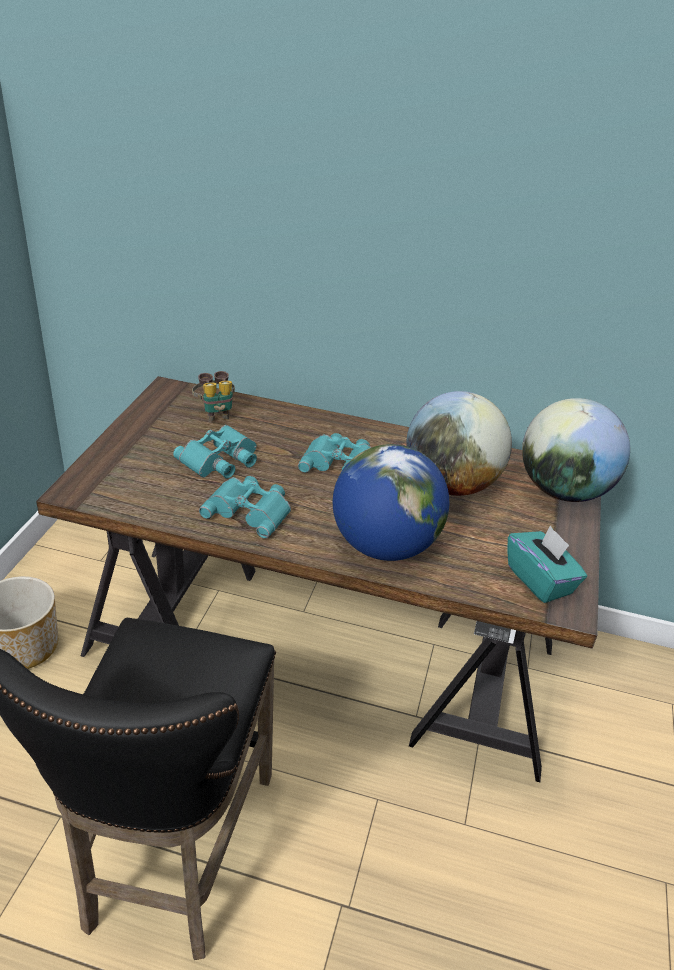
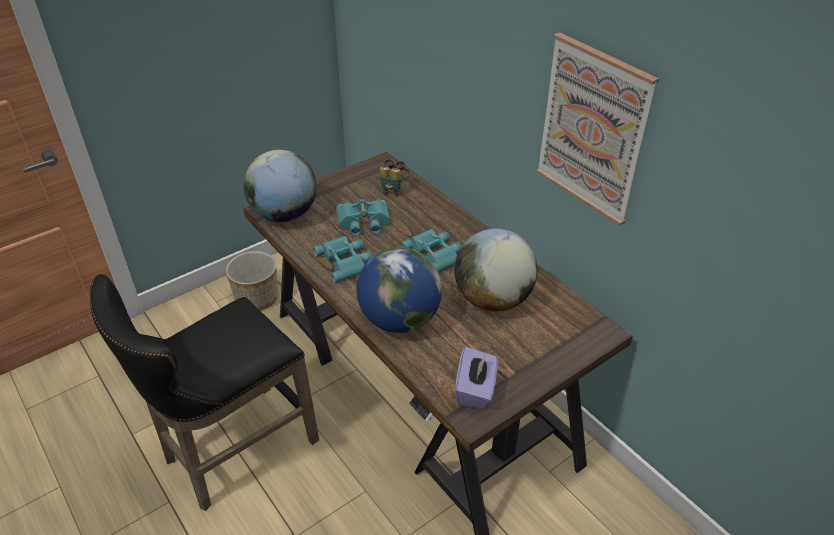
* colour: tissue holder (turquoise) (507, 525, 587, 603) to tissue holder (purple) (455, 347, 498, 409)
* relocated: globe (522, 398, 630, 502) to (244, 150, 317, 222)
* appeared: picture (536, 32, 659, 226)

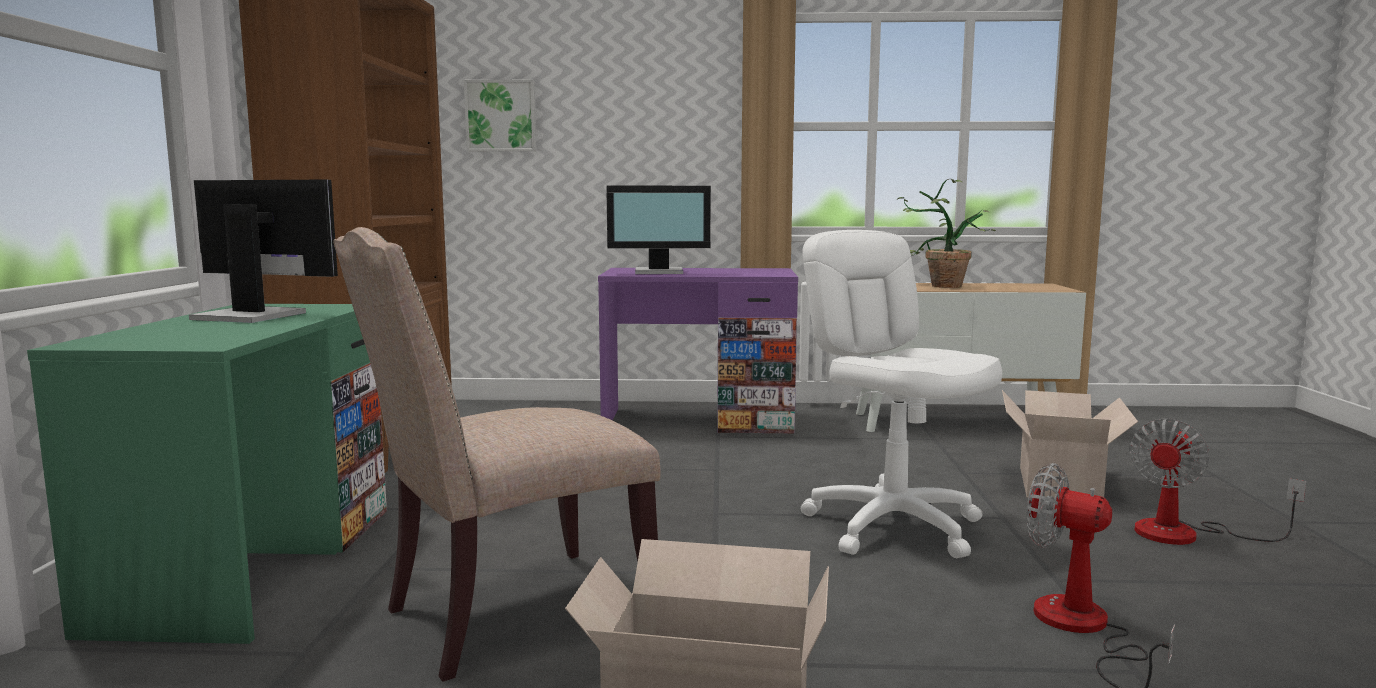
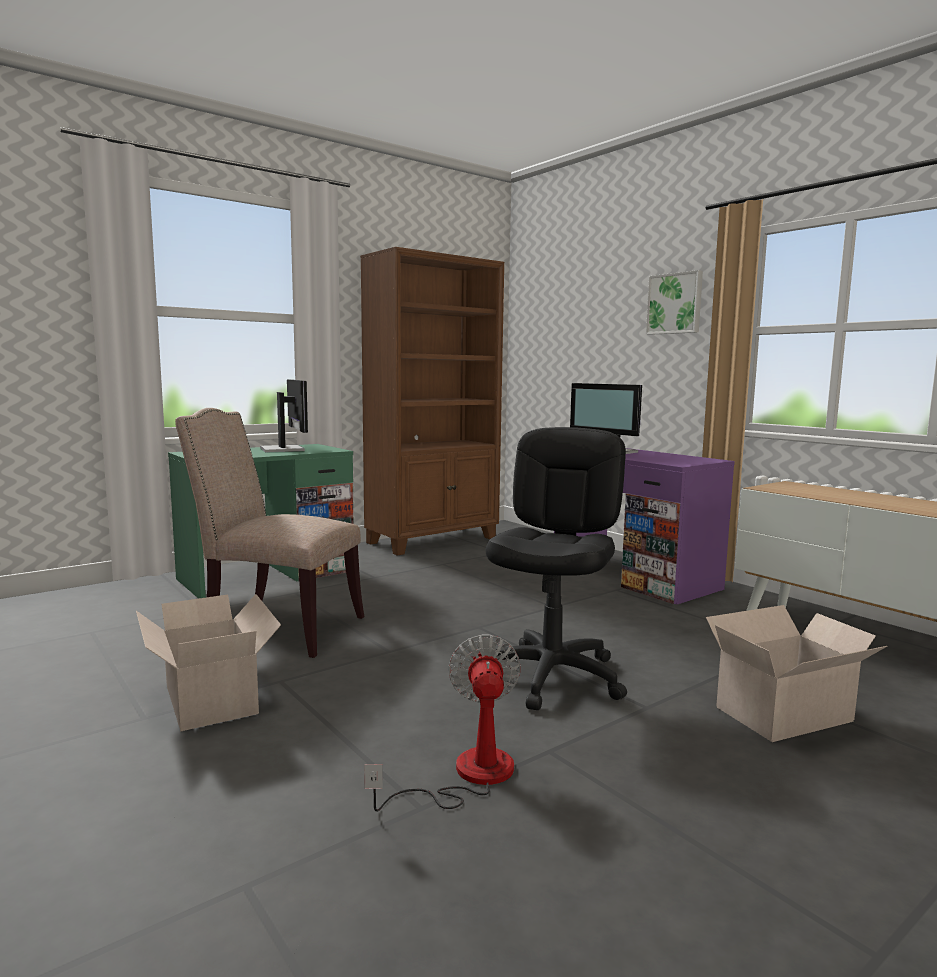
* relocated: picture (464, 80, 537, 151) to (646, 270, 703, 335)
* colour: computer chair (white-coloured) (800, 230, 1002, 558) to computer chair (black) (486, 427, 627, 710)
* missing: potted plant (897, 179, 996, 288)
* missing: fan (1129, 418, 1306, 545)

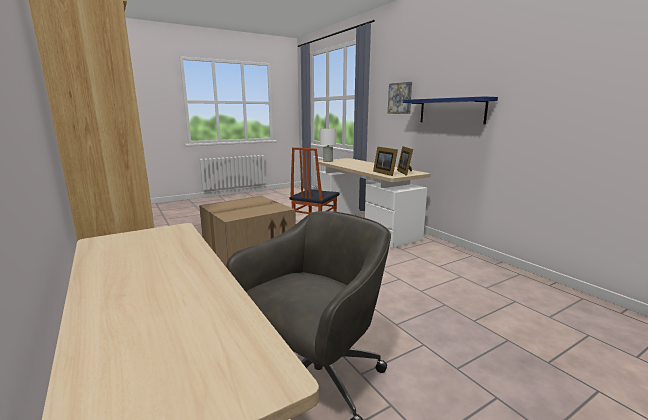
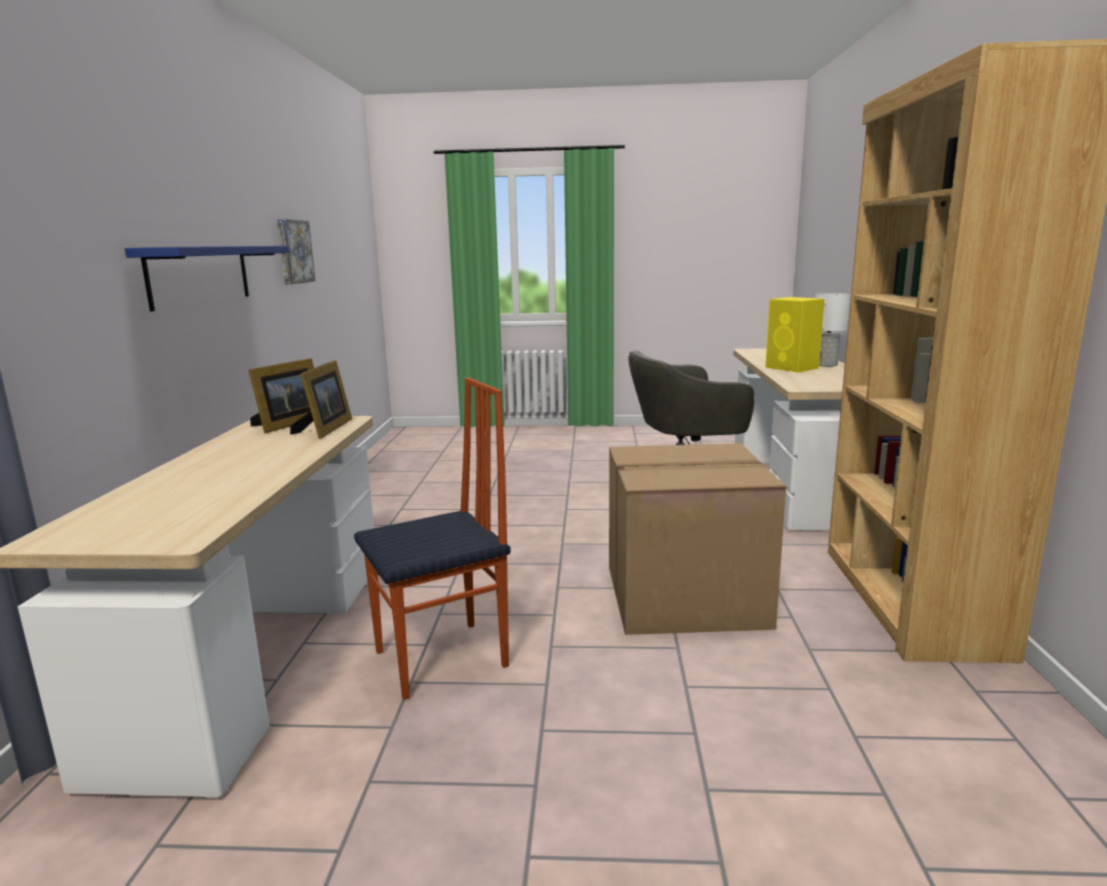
* relocated: lamp for a table (white-coloured) (320, 128, 336, 162) to (813, 293, 851, 367)
* relocated: picture (388, 82, 412, 114) to (277, 219, 316, 285)
* appeared: speaker (yellowish) (765, 297, 825, 373)

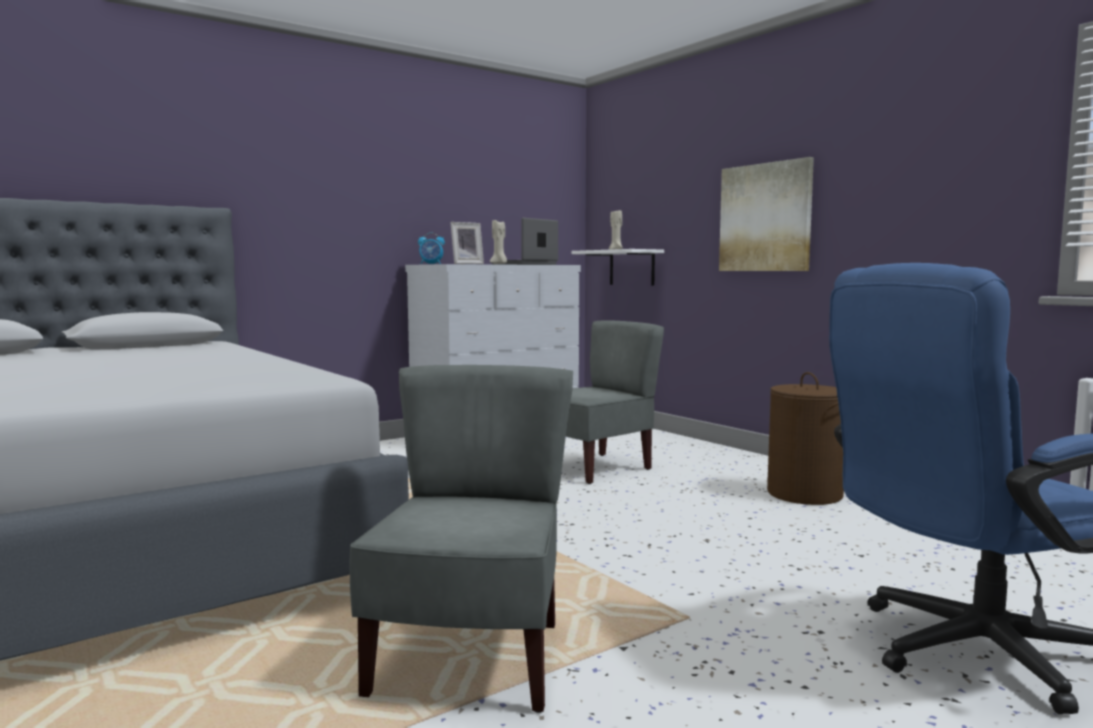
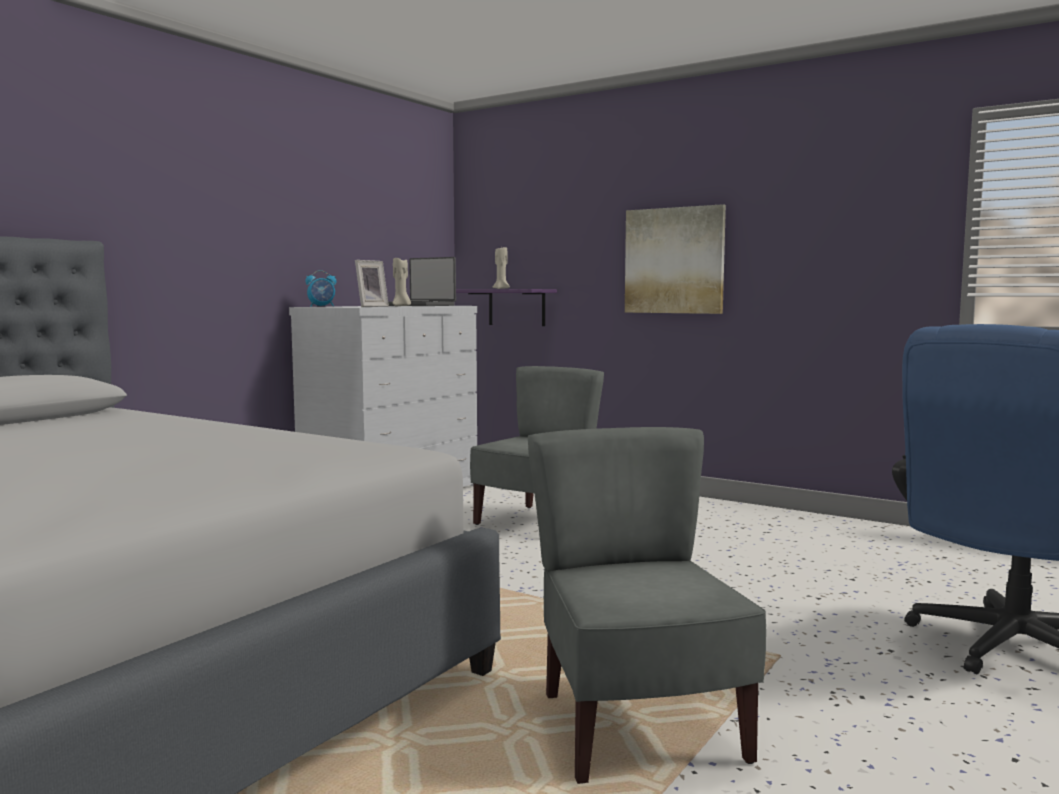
* spun: notebook computer (492, 218, 558, 265) = (388, 257, 456, 306) 75 degrees counterclockwise
* colour: shelf (white-coloured) (571, 249, 664, 286) to shelf (purple) (456, 289, 557, 326)
* missing: hamper (brown) (767, 372, 844, 505)

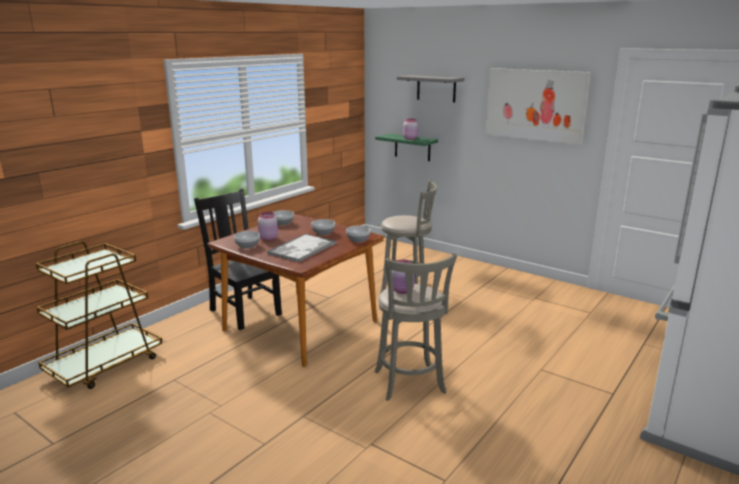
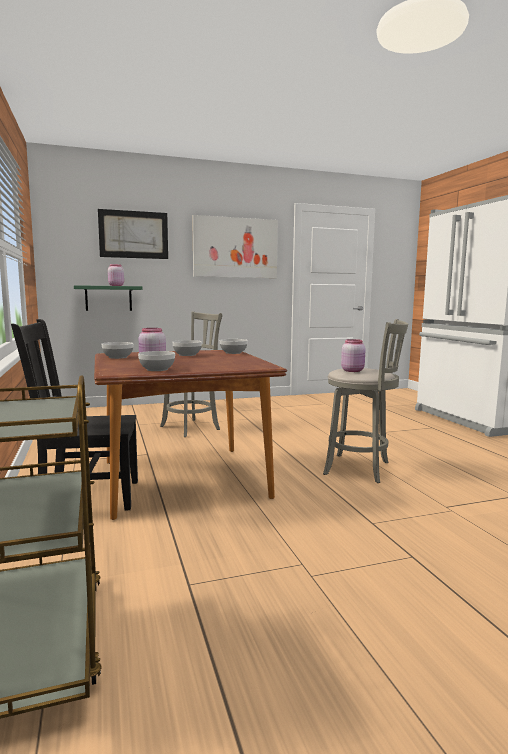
* missing: carrying tray (267, 234, 337, 262)
* exchanged: shelf (gray) (397, 75, 464, 103) to picture (98, 209, 168, 259)

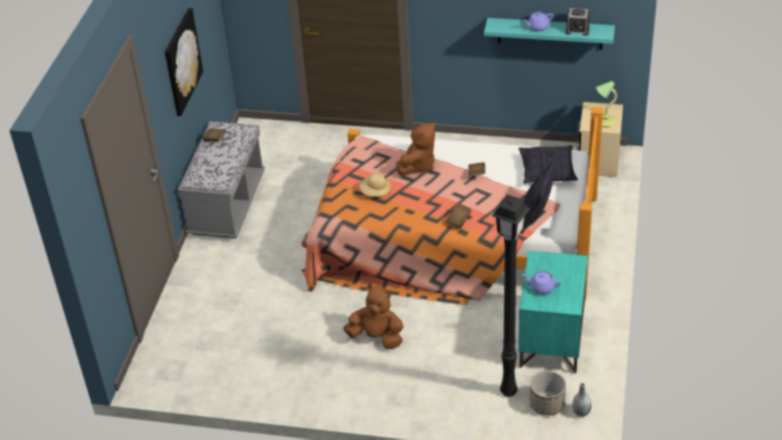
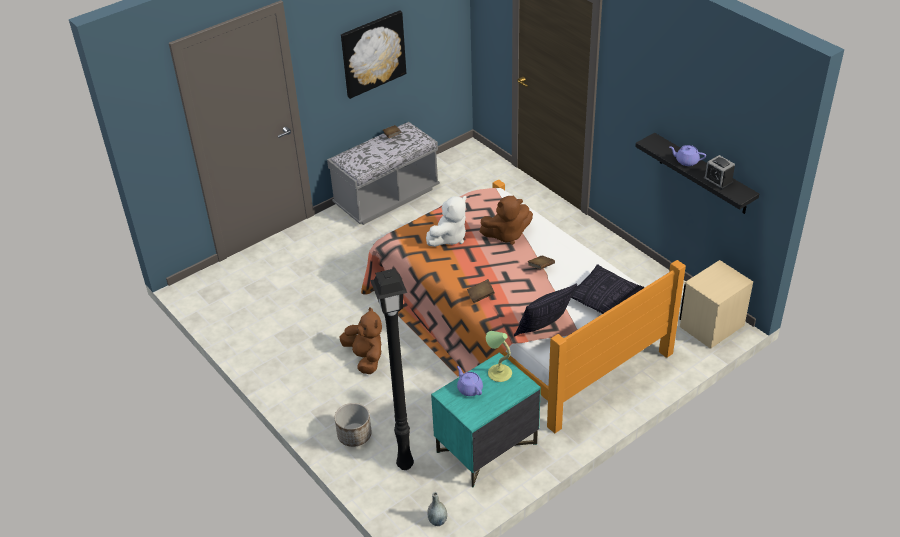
* exchanged: wearable hat (beige) (360, 173, 391, 197) to plush toy (white-coloured) (426, 196, 466, 247)
* colour: shelf (turquoise) (484, 18, 615, 50) to shelf (black) (635, 133, 759, 214)
* relocated: plant pot (529, 371, 566, 415) to (335, 403, 372, 447)
* relocated: lamp for a table (596, 81, 617, 127) to (486, 331, 512, 382)

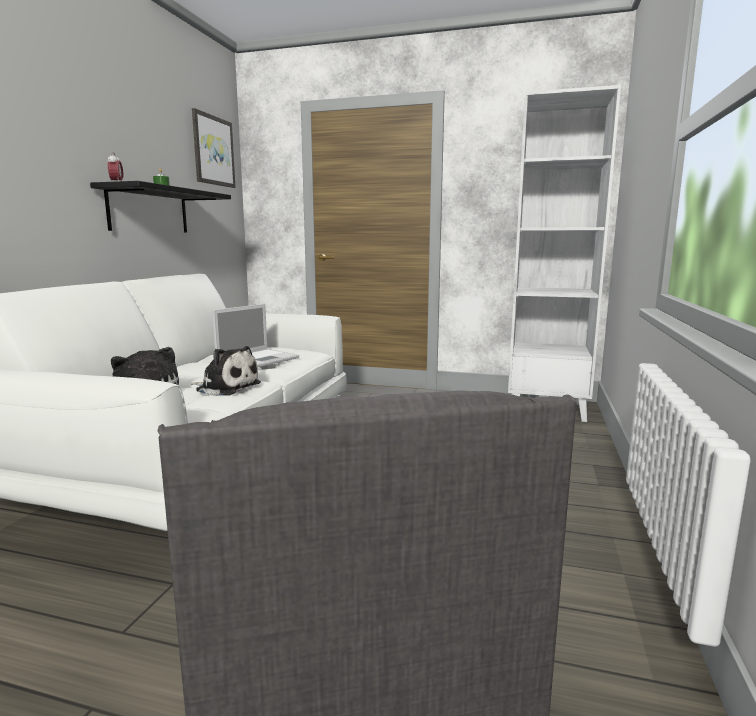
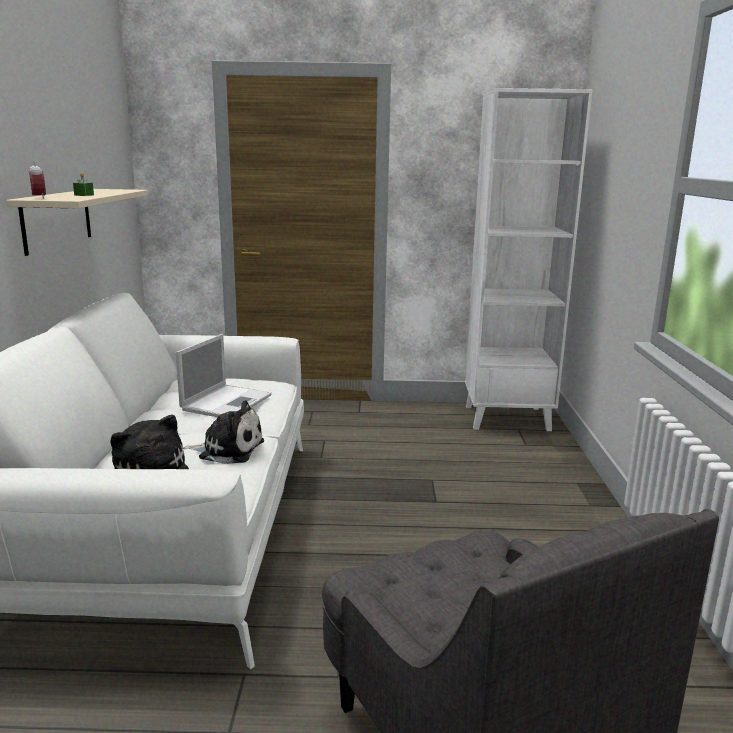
* colour: shelf (black) (90, 181, 231, 233) to shelf (beige) (6, 189, 148, 256)
* missing: picture (192, 108, 236, 188)

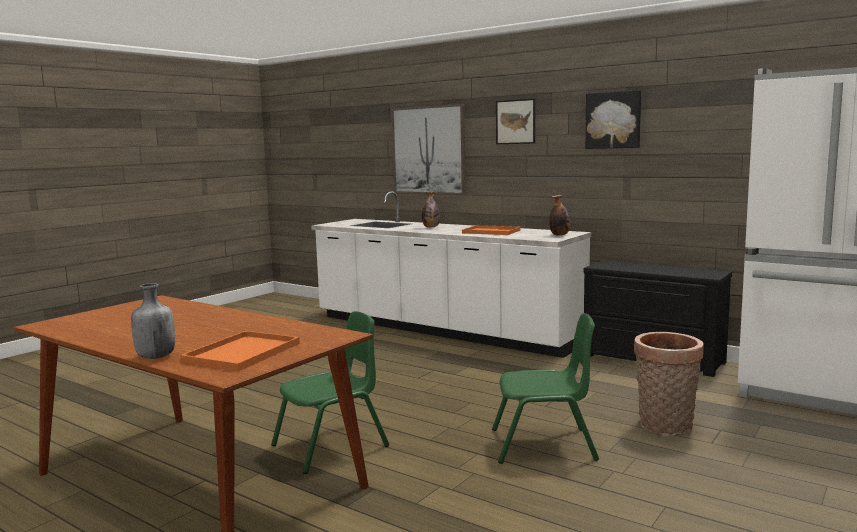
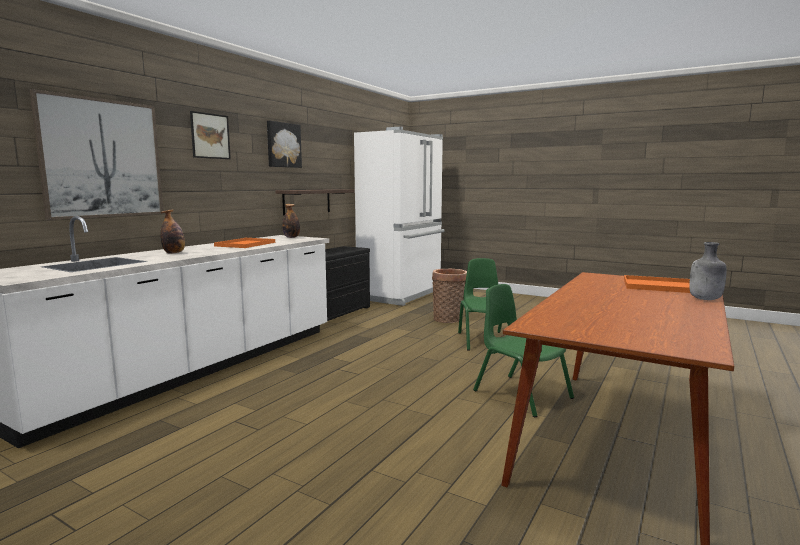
* appeared: shelf (275, 189, 354, 216)

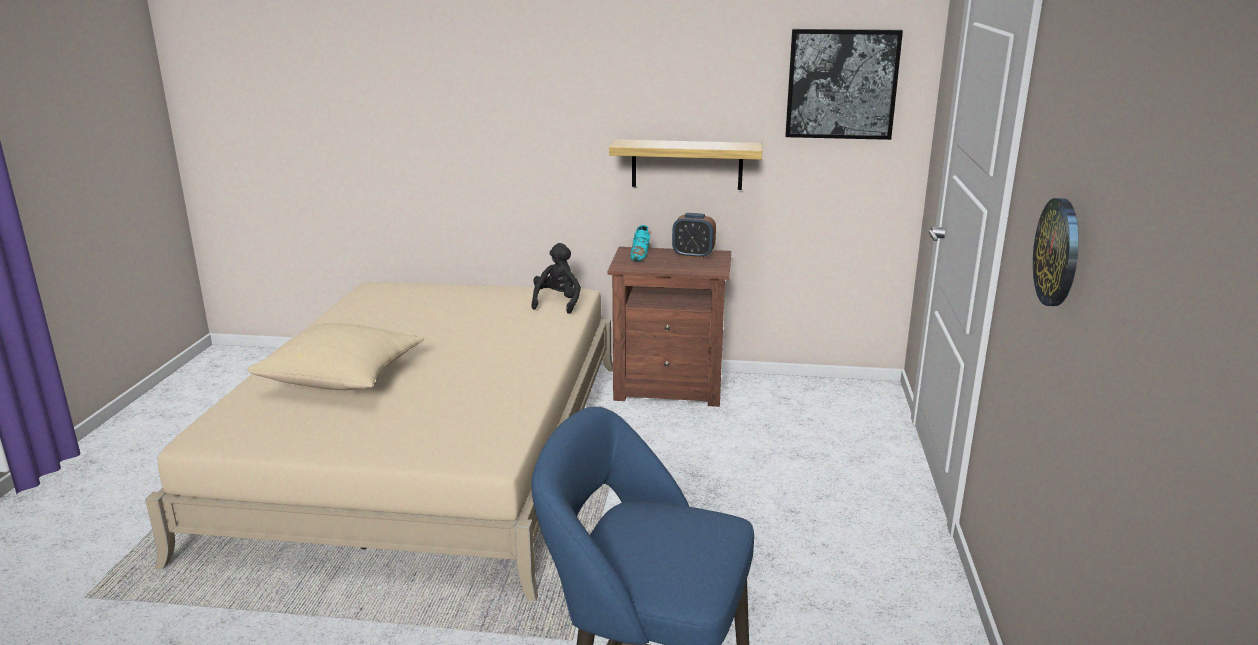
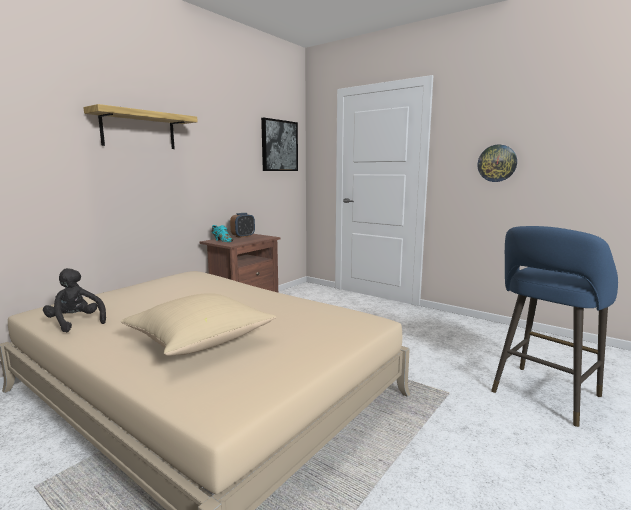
* relocated: plush toy (black) (531, 243, 581, 314) to (43, 268, 106, 332)
* relocated: shelf (609, 139, 762, 190) to (83, 104, 198, 149)

